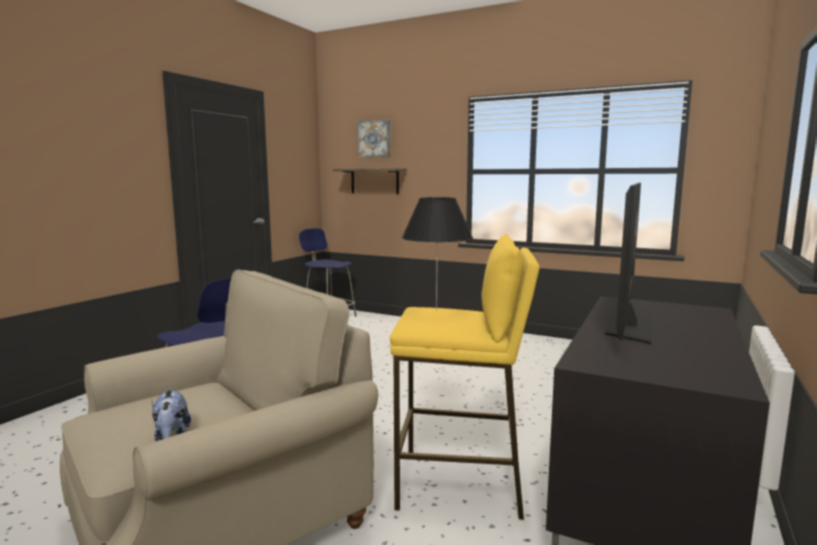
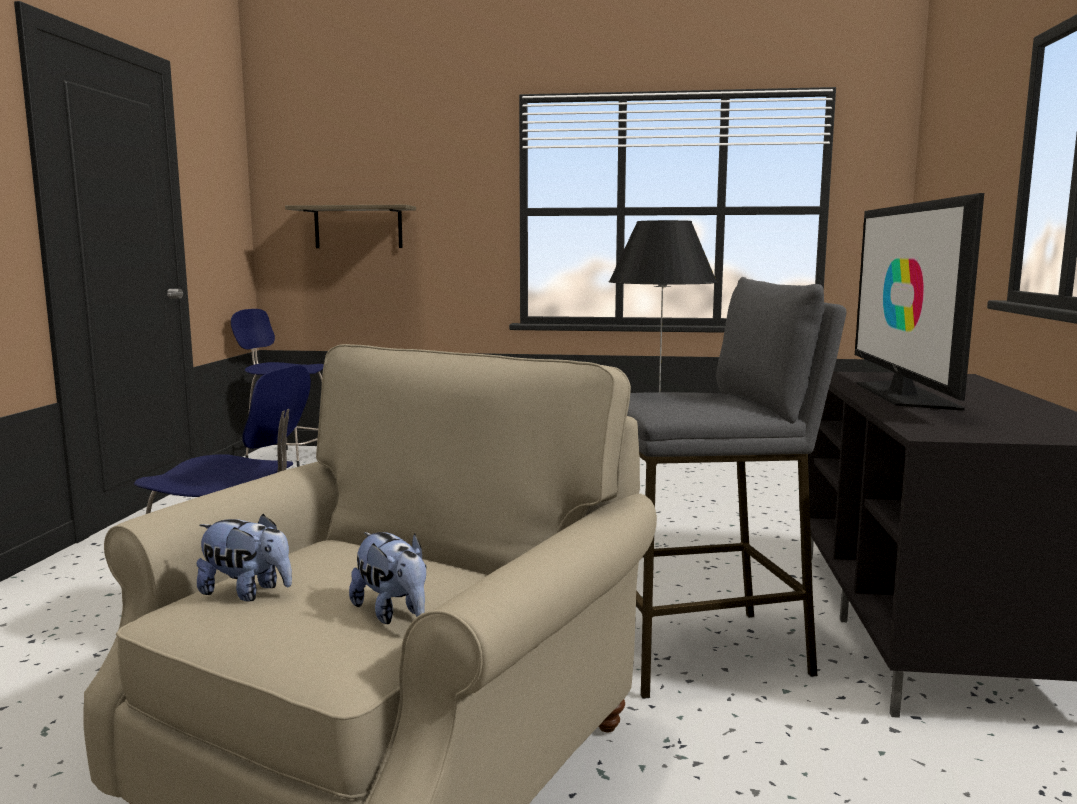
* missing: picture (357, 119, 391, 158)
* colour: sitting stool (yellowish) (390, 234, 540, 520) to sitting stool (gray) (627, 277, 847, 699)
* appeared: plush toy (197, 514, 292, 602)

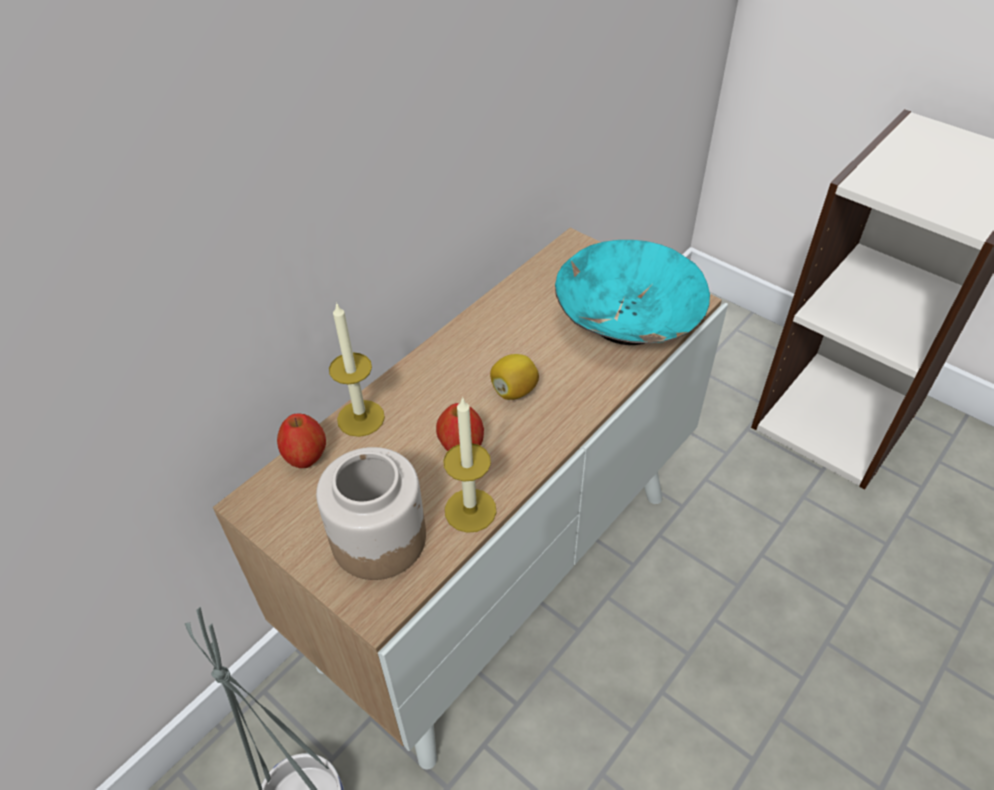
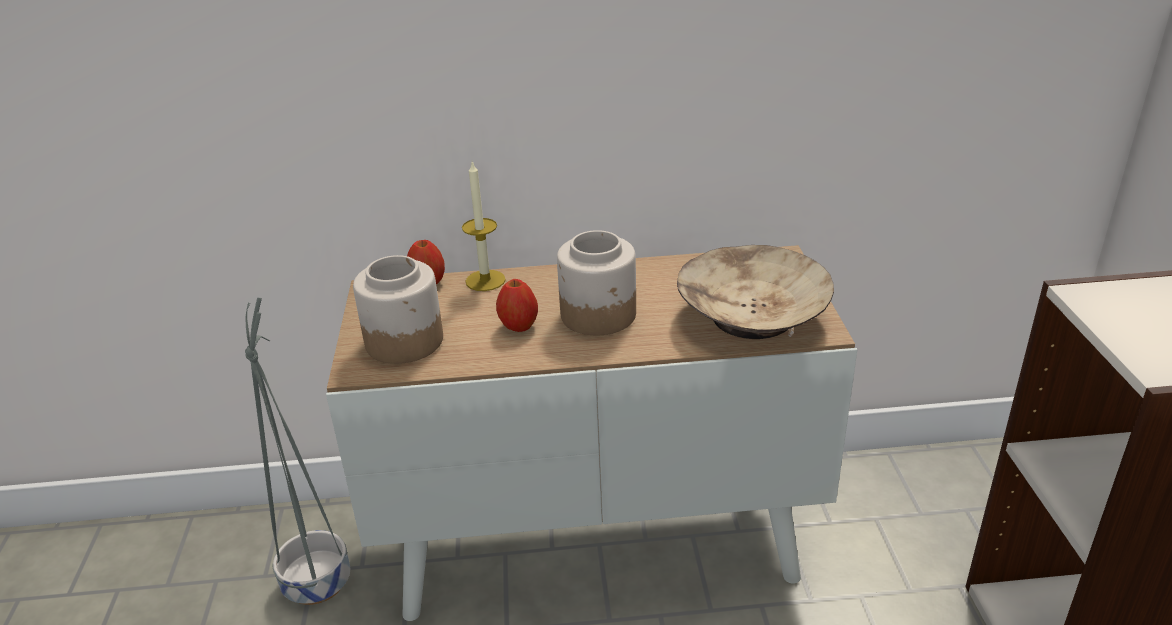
* missing: wax candle (443, 397, 497, 533)
* exchanged: whole lemon (490, 354, 539, 400) to storage jar (557, 230, 636, 335)
* colour: serving bowl (turquoise) (555, 240, 710, 345) to serving bowl (beige) (677, 245, 834, 339)

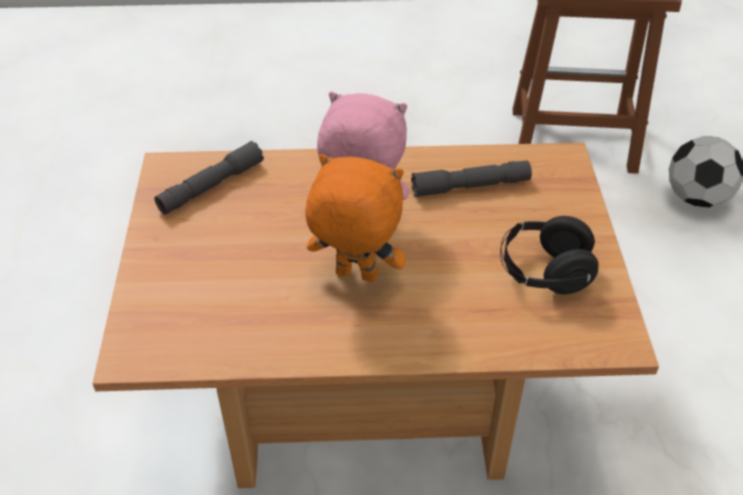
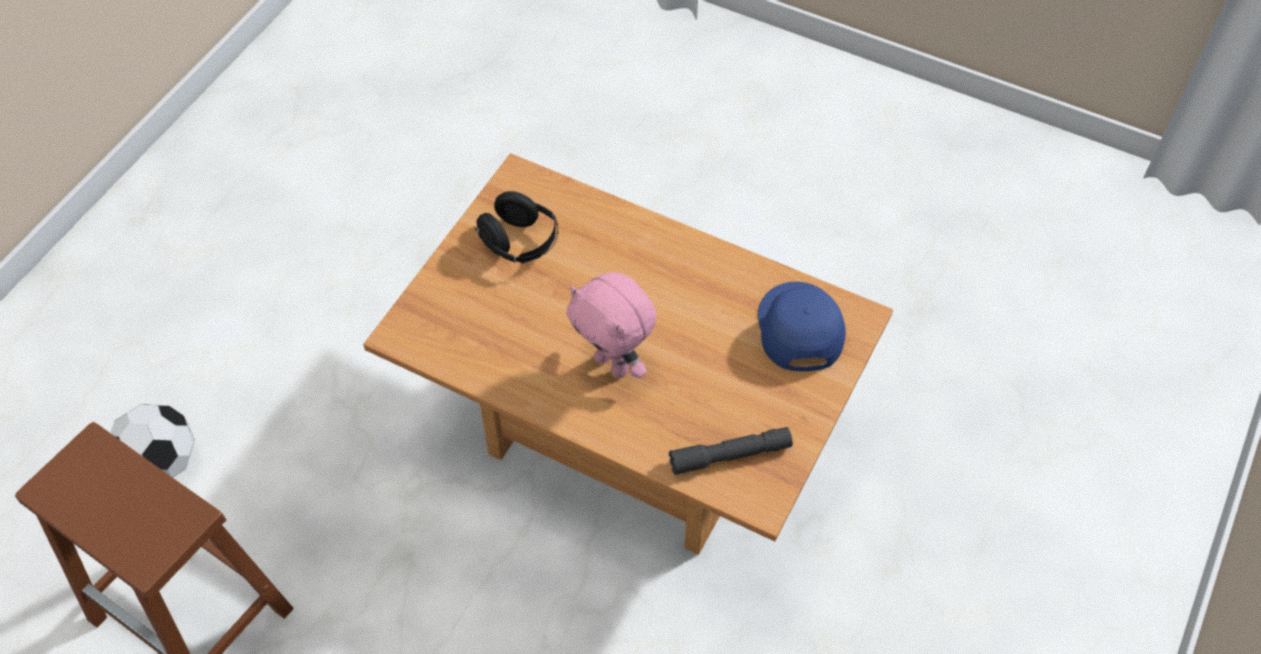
* missing: plush toy (orangey) (305, 154, 406, 282)
* missing: hand torch (gray) (411, 160, 532, 197)
* appeared: cap (blue-coloured) (758, 282, 846, 371)

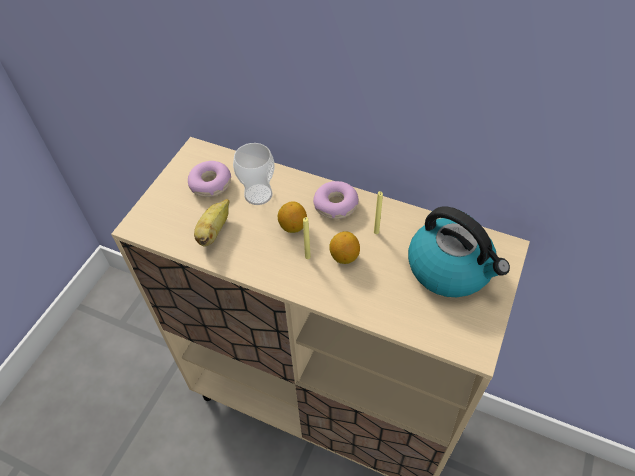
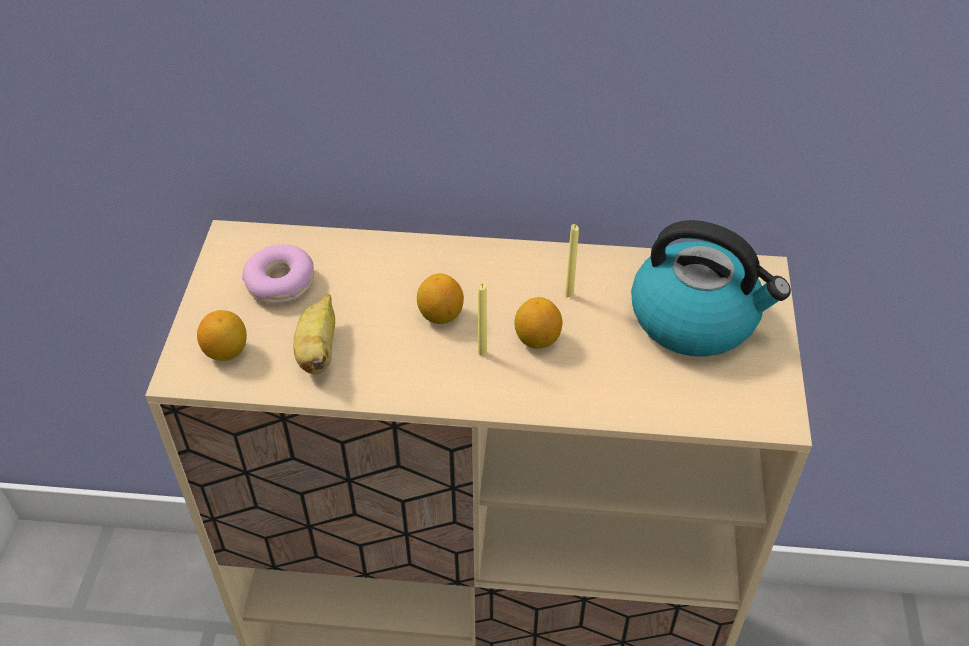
* missing: drinking cup (233, 143, 275, 205)
* missing: donut (313, 181, 359, 219)
* appeared: whole lemon (197, 310, 247, 361)

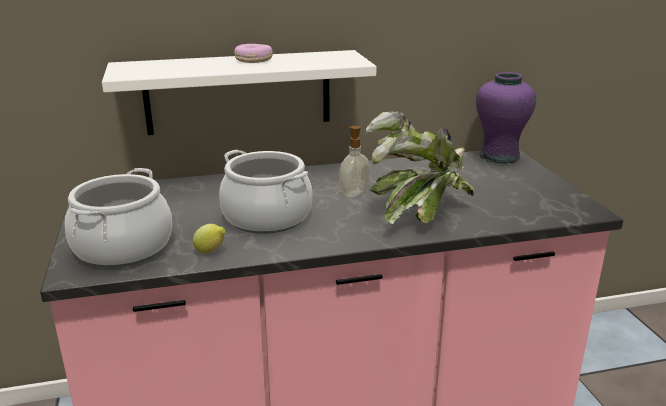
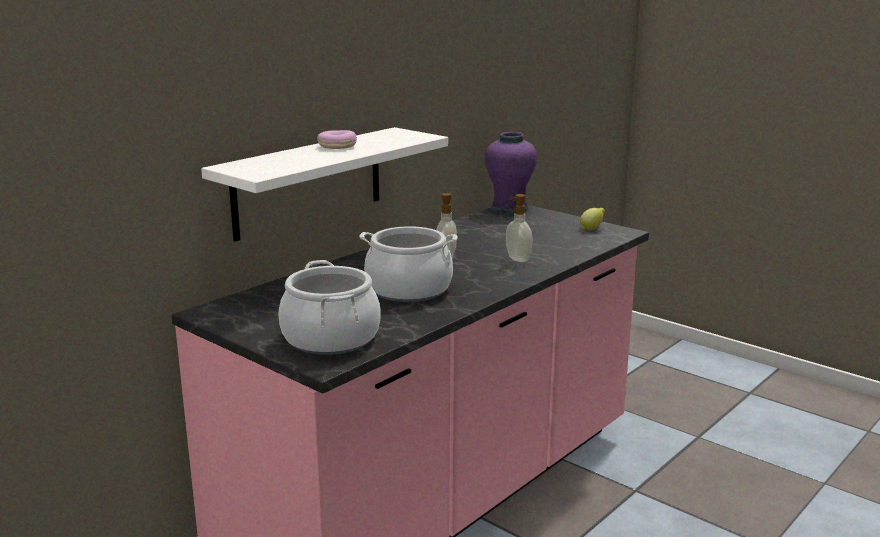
* relocated: whole lemon (193, 224, 226, 254) to (580, 208, 605, 230)
* exchanged: potted plant (365, 111, 474, 224) to soap dispenser (506, 194, 532, 262)

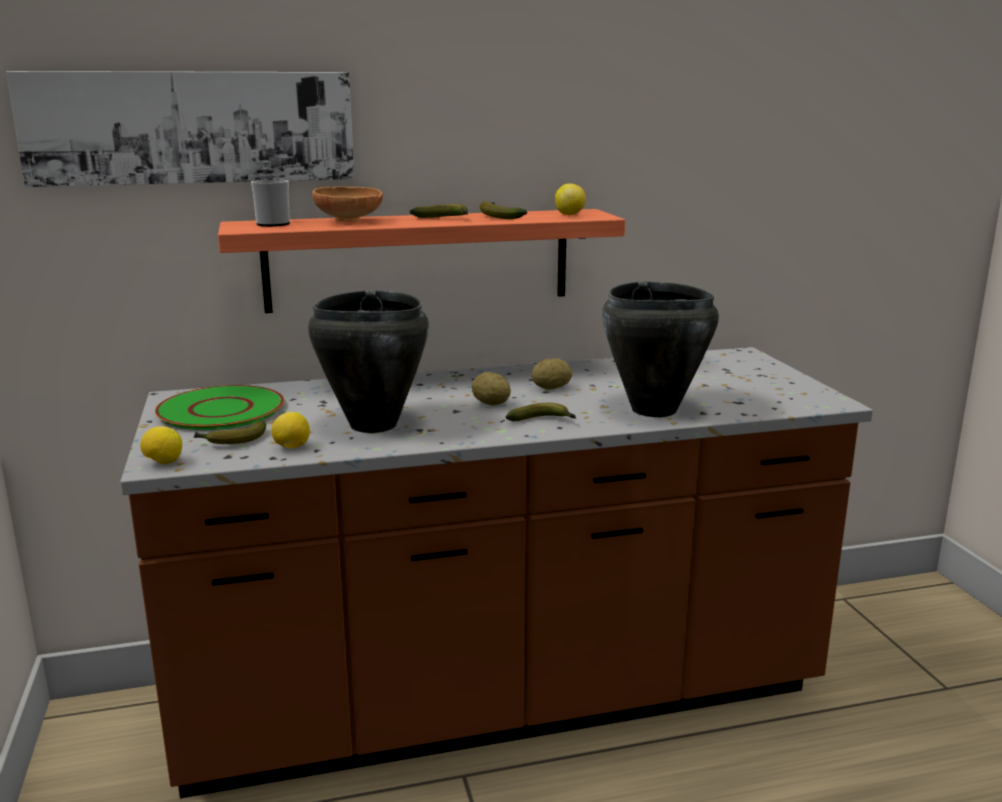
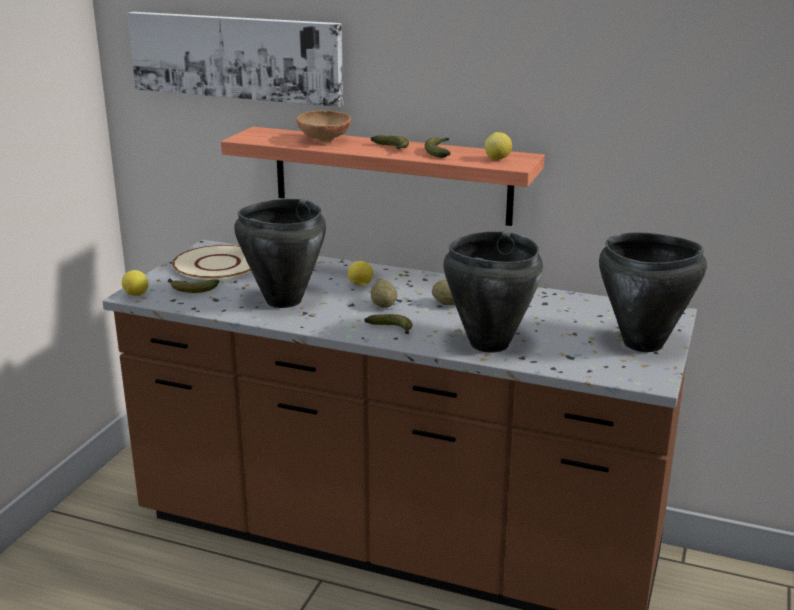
* colour: plate (greenish) (155, 385, 284, 430) to plate (beige) (172, 245, 252, 280)
* missing: coffee mug (251, 180, 290, 227)
* relocated: whole lemon (271, 412, 310, 448) to (348, 261, 373, 286)
* appeared: stockpot (black) (599, 233, 707, 352)

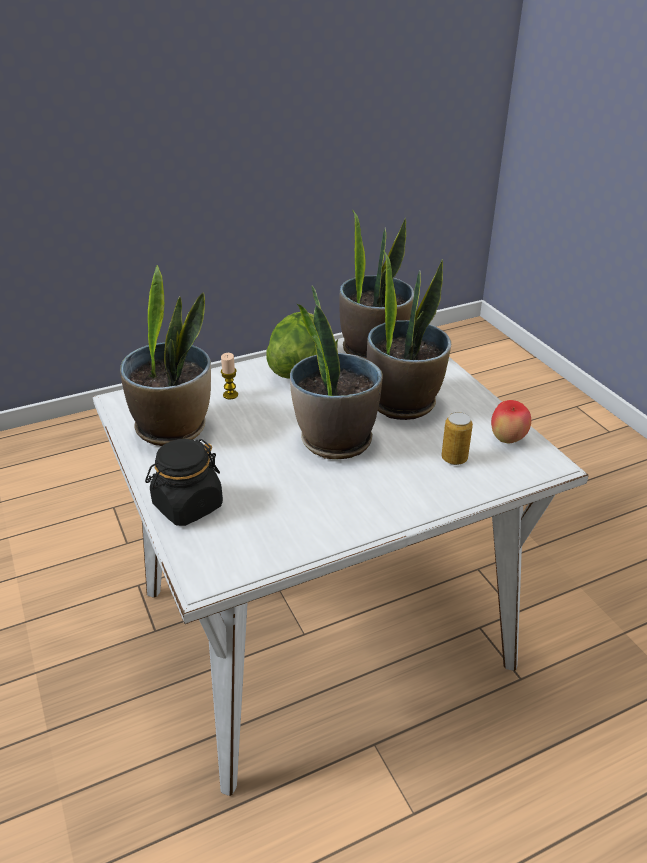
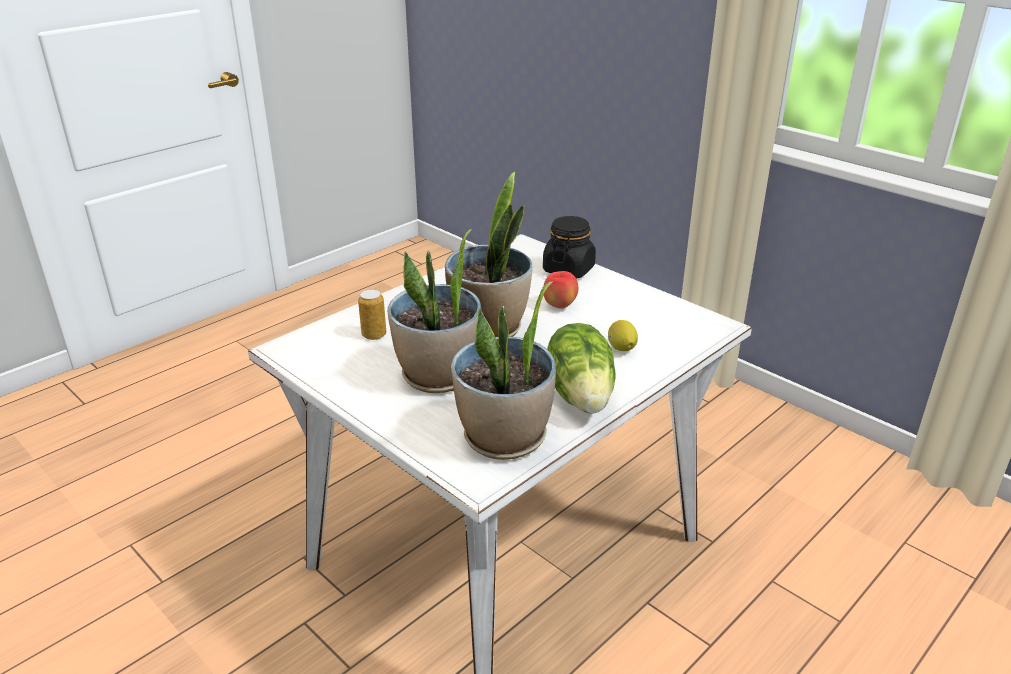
* missing: potted plant (120, 265, 211, 446)
* exchanged: wax candle (221, 353, 238, 399) to whole lemon (608, 320, 638, 351)
* relocated: apple (491, 400, 531, 443) to (543, 271, 578, 309)

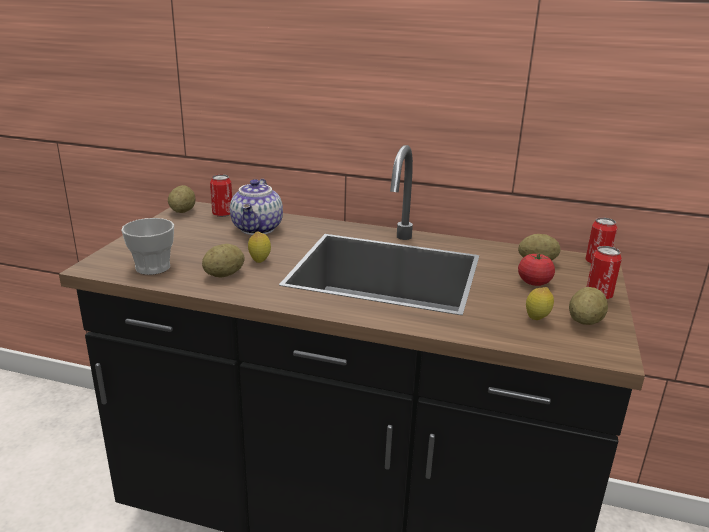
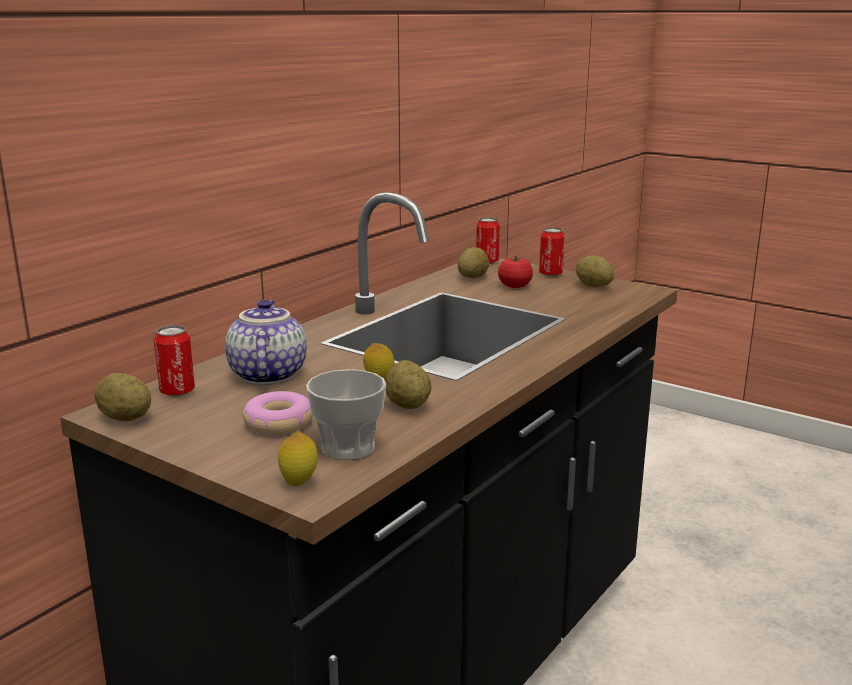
* spun: pot for tea (230, 179, 283, 235) = (225, 299, 307, 385) 120 degrees counterclockwise
* relocated: whole lemon (526, 287, 554, 320) to (278, 431, 318, 486)
* appeared: donut (243, 391, 313, 435)

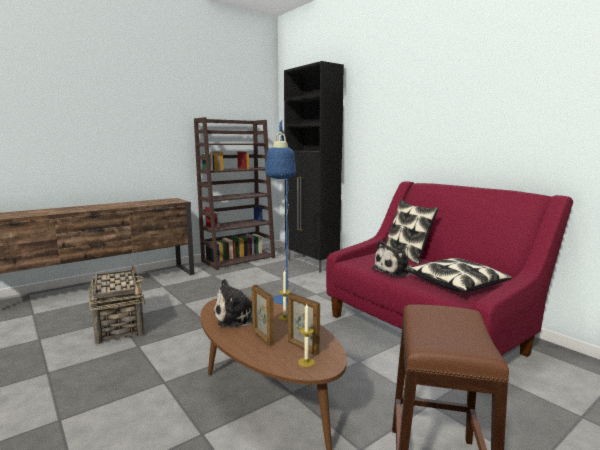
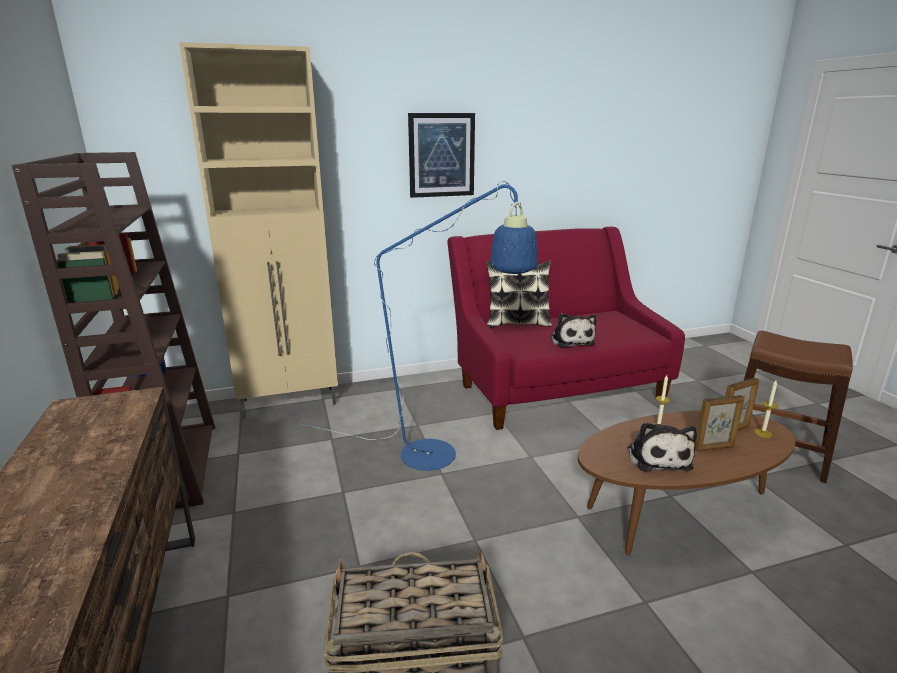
* colour: storage cabinet (black) (284, 61, 344, 273) to storage cabinet (beige) (179, 42, 338, 417)
* missing: throw pillow (407, 258, 512, 292)
* appeared: picture (408, 113, 475, 198)

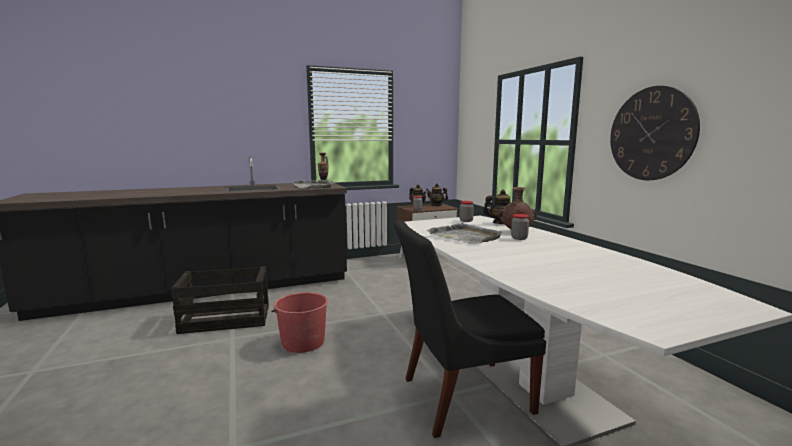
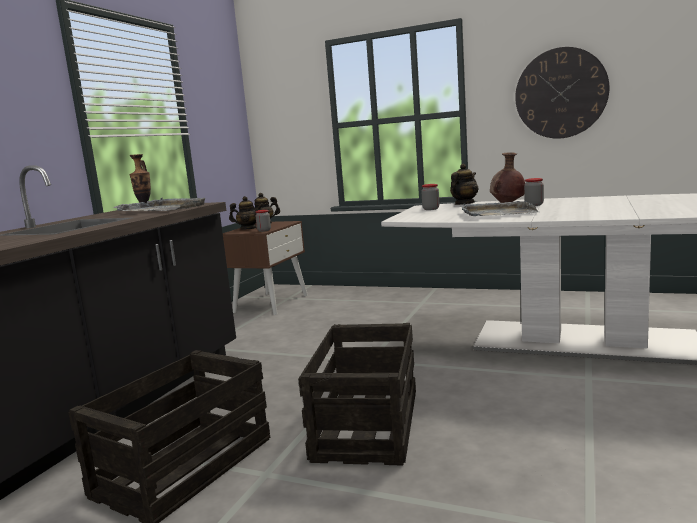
* exchanged: pail (red-coloured) (271, 292, 328, 353) to crate (298, 323, 416, 466)
* missing: plain chair (black) (394, 220, 546, 438)

